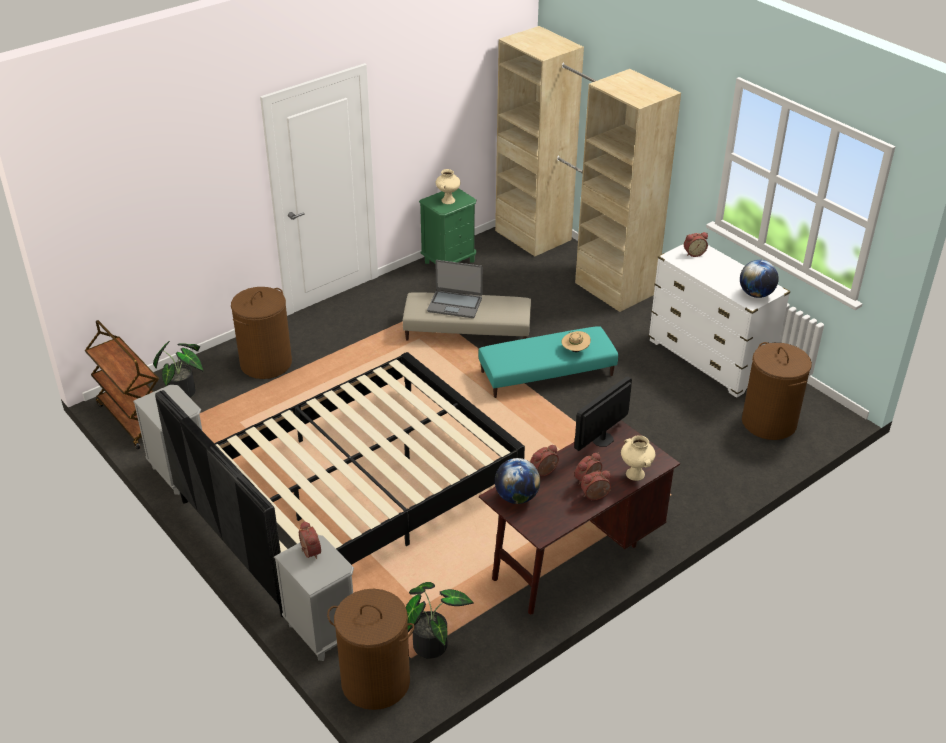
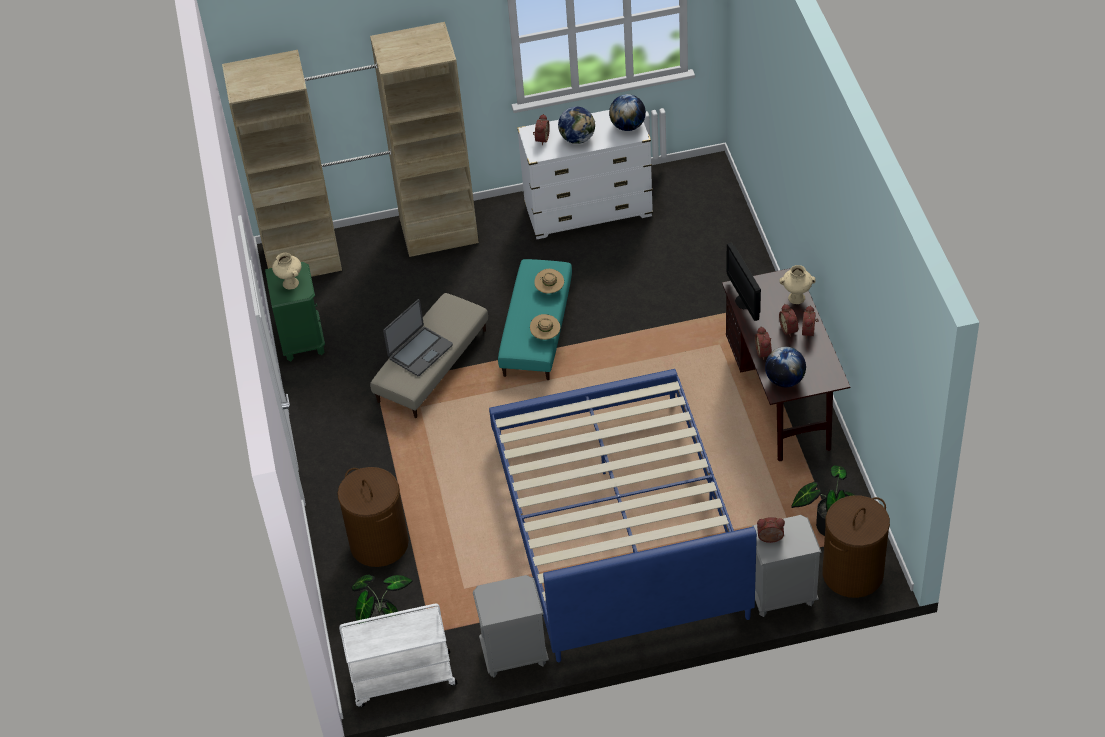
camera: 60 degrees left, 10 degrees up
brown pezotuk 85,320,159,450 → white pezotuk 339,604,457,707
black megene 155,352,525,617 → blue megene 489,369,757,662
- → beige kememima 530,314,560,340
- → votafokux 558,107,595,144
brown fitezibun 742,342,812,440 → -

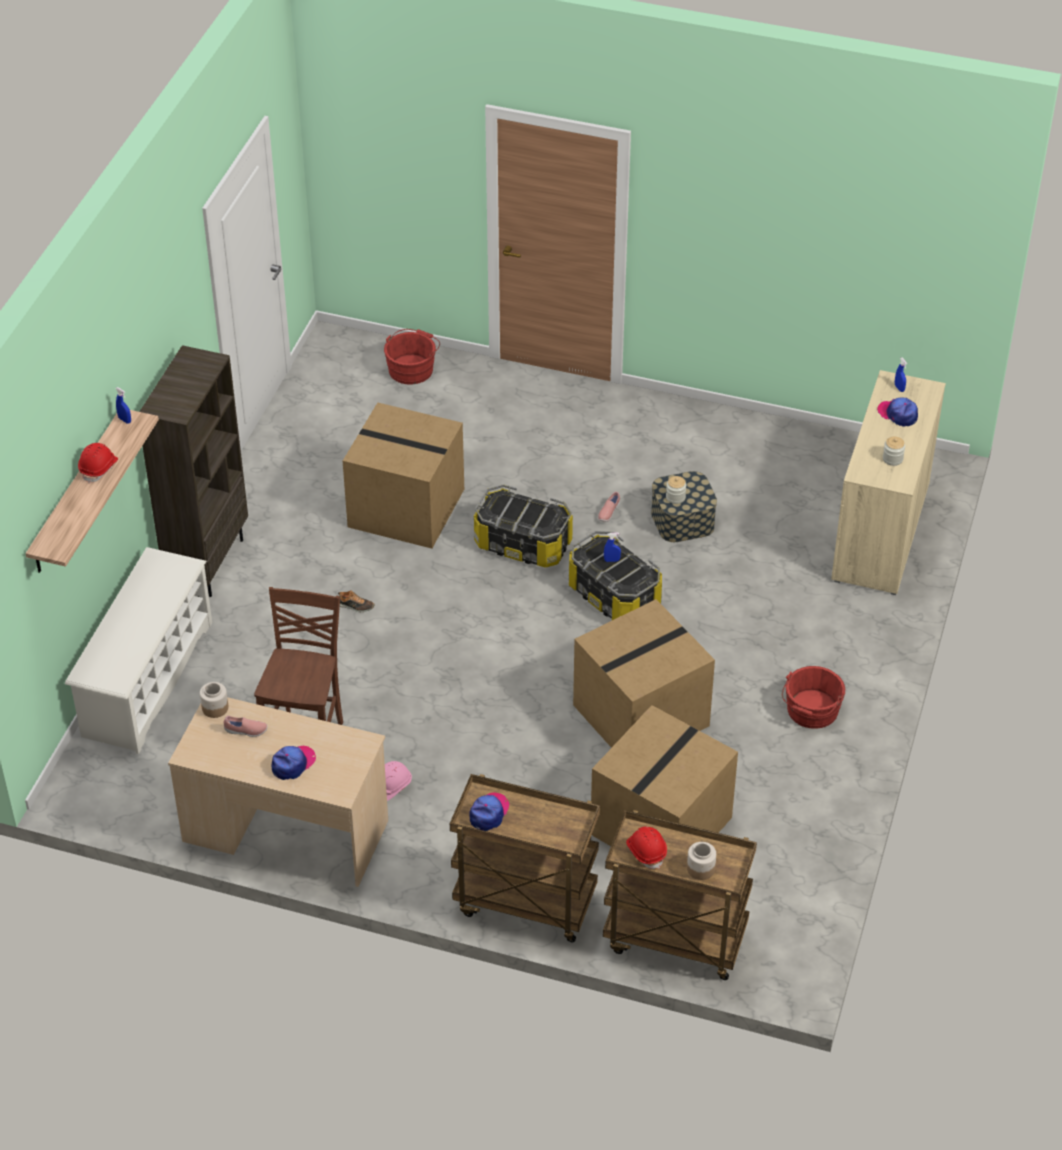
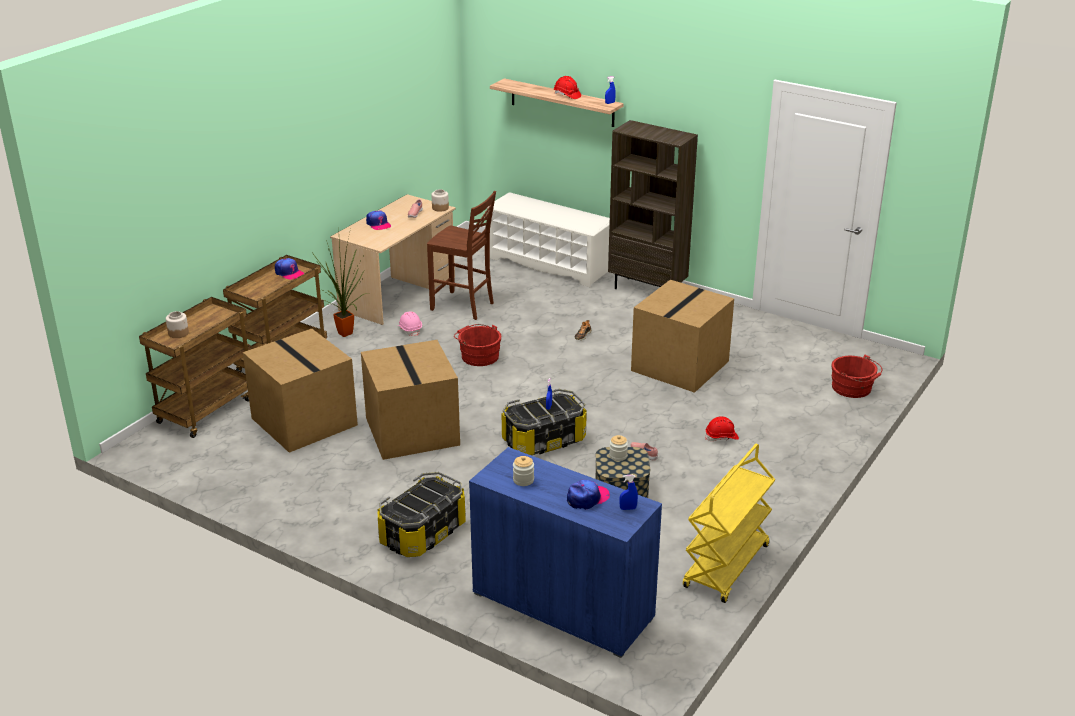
camera: 105 degrees right, 15 degrees down
- → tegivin 313,237,368,337
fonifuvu 474,484,573,568 → fonifuvu 378,472,466,557, relocated
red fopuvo 782,666,845,729 → red fopuvo 454,324,501,366, relocated
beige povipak 831,370,946,595 → blue povipak 469,447,662,658
- → yellow pezotuk 683,444,775,603
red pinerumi 626,826,667,869 → red pinerumi 705,416,739,441, relocated

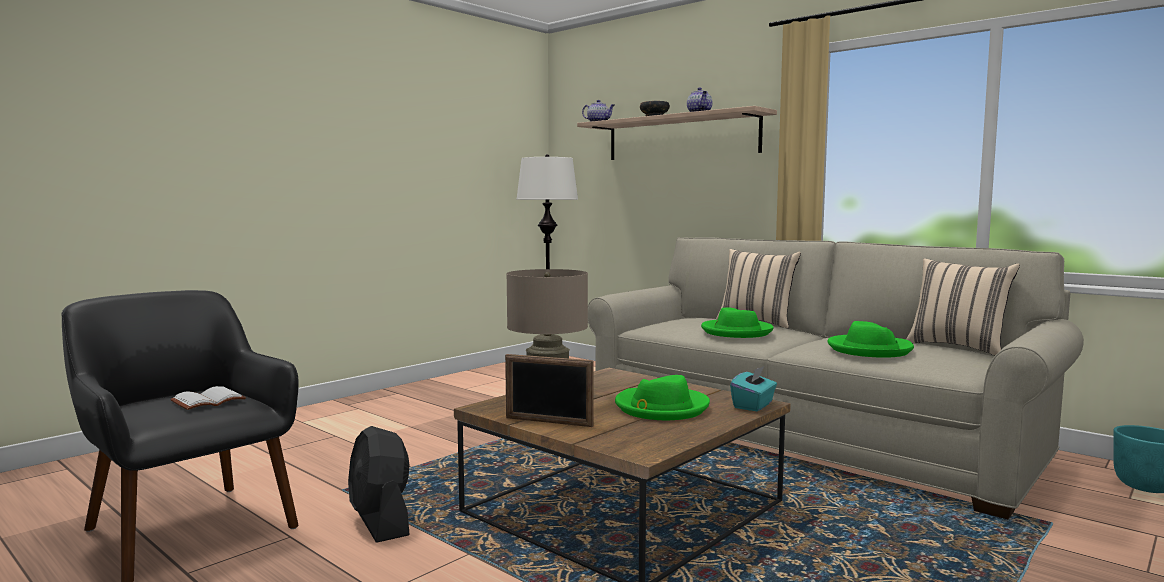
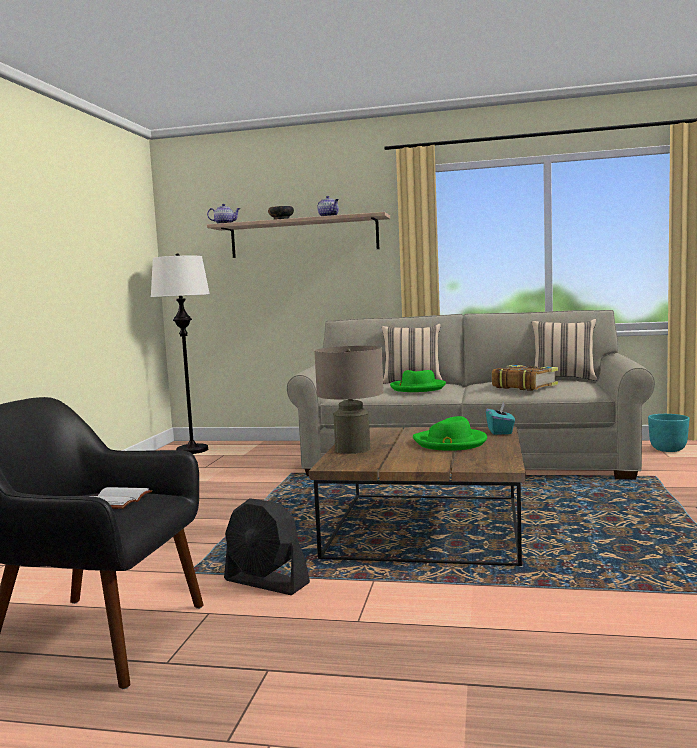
camera: 30 degrees left, 0 degrees up
green kememima 828,321,914,358 → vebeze 492,365,558,391
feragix 505,354,594,427 → -

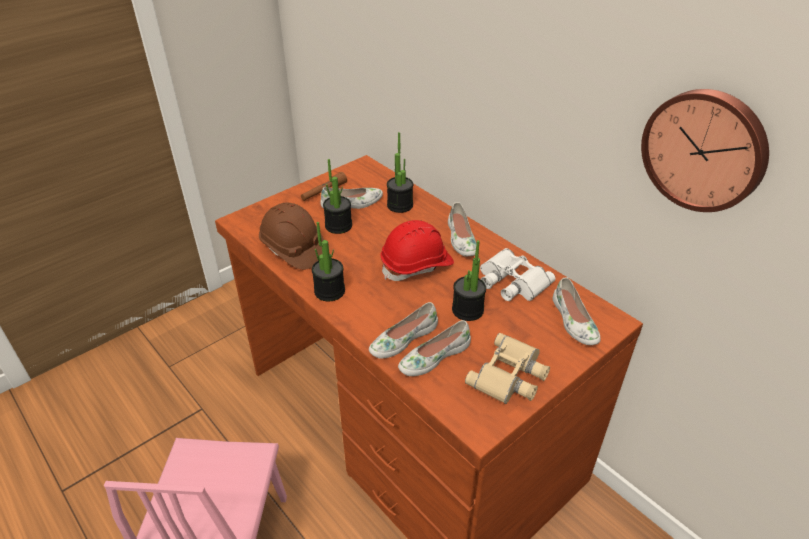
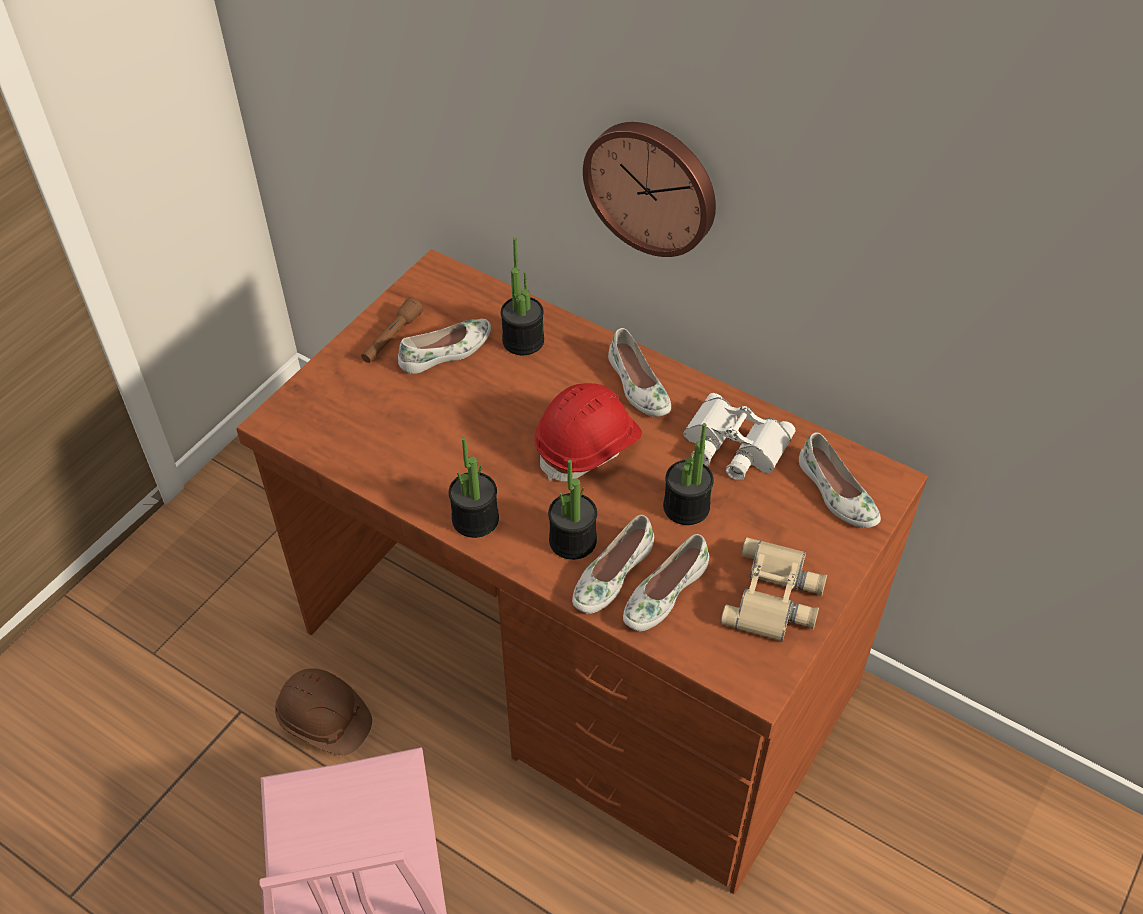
camera: 15 degrees left, 10 degrees up
brown pinerumi 259,203,324,270 → brown pinerumi 275,668,372,755, relocated
tegivin 323,159,352,234 → tegivin 548,460,597,560, relocated
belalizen 641,89,769,212 → belalizen 583,122,716,257, relocated

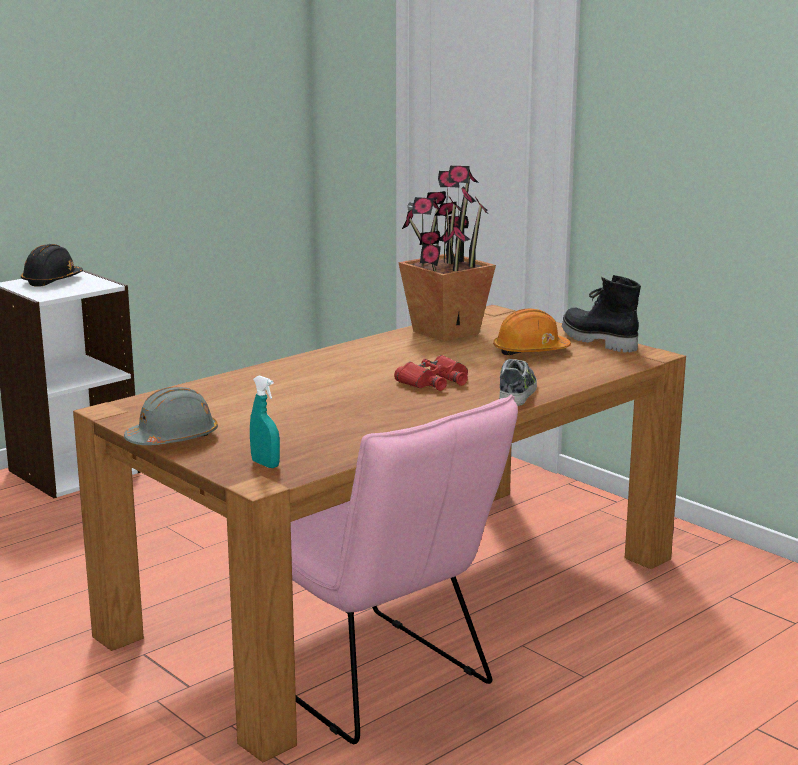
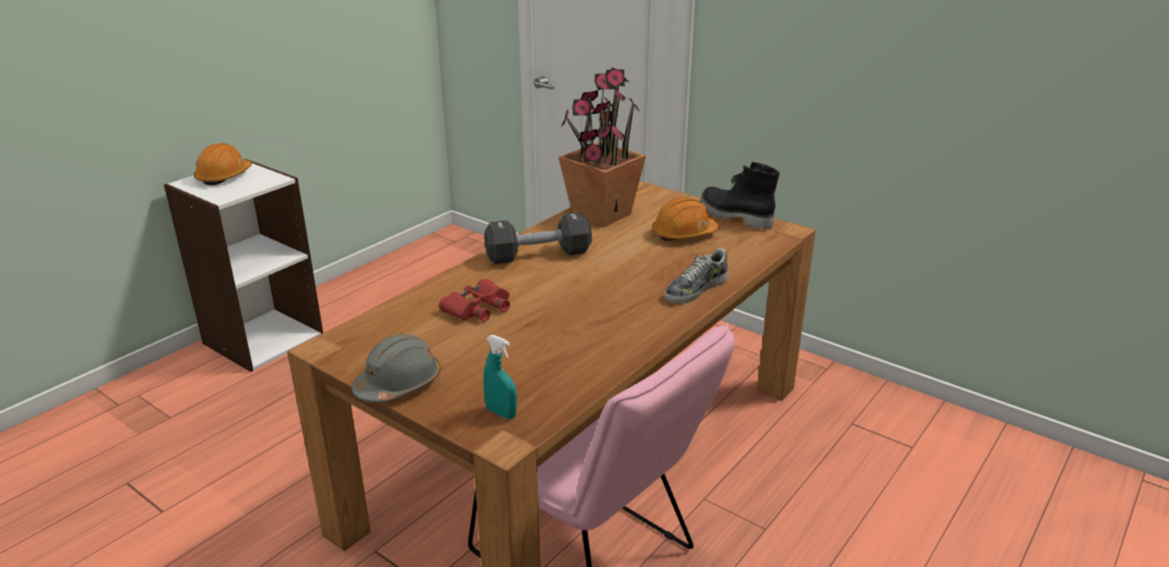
camera: 10 degrees left, 10 degrees up
black pinerumi 21,244,83,287 → orange pinerumi 194,143,252,185
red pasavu 394,355,468,391 → red pasavu 439,279,510,322, relocated
- → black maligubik 484,212,592,264
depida 499,359,537,406 → depida 665,248,728,304, 135 degrees counterclockwise

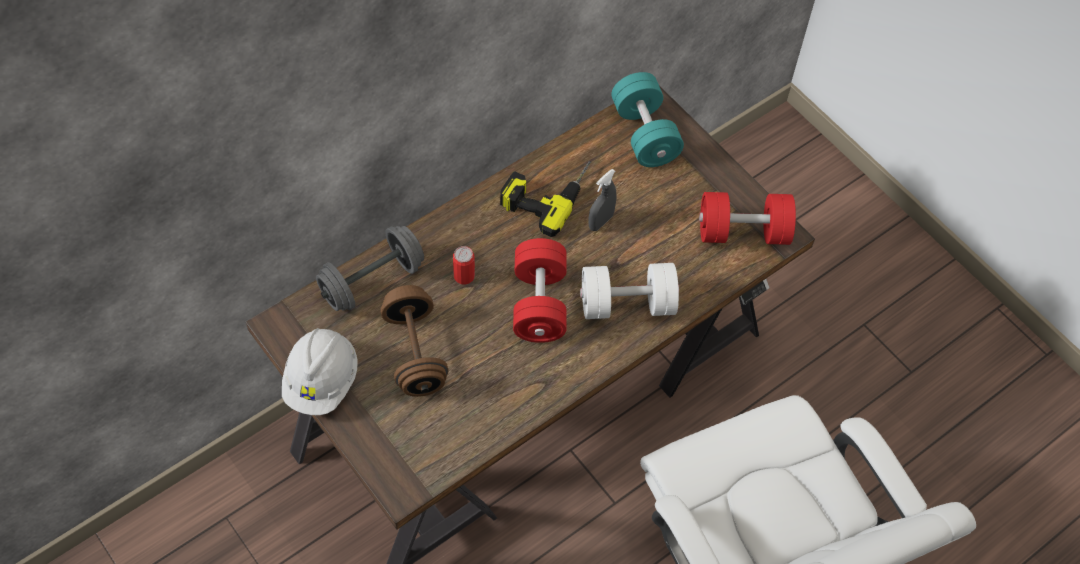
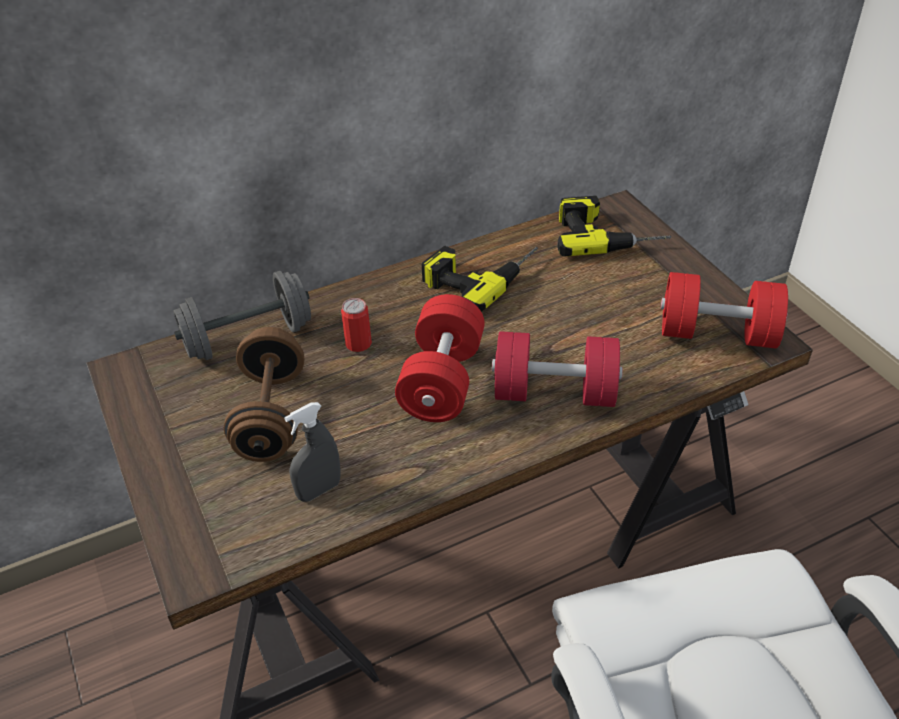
camera: 15 degrees right, 15 degrees down
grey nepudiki 588,169,617,231 → grey nepudiki 284,402,341,502, relocated
white maligubik 580,263,679,319 → red maligubik 492,331,623,407
turquoise maligubik 611,72,684,167 → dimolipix 557,195,671,256
white pinerumi 282,328,357,415 → -

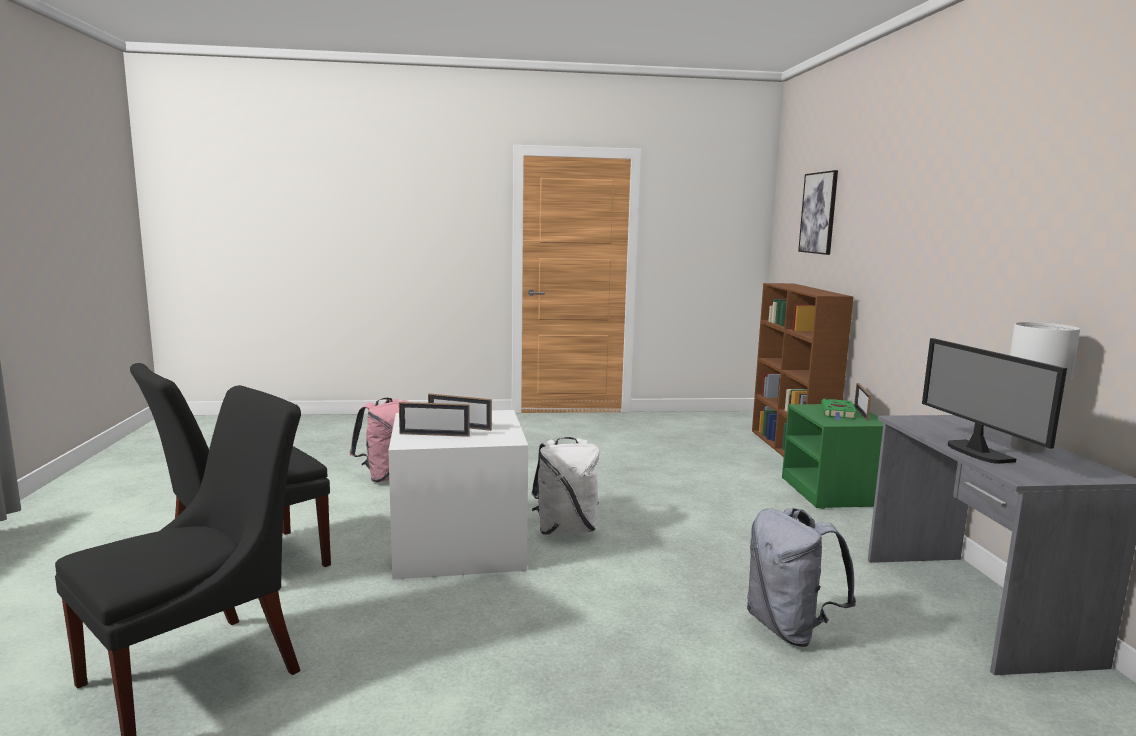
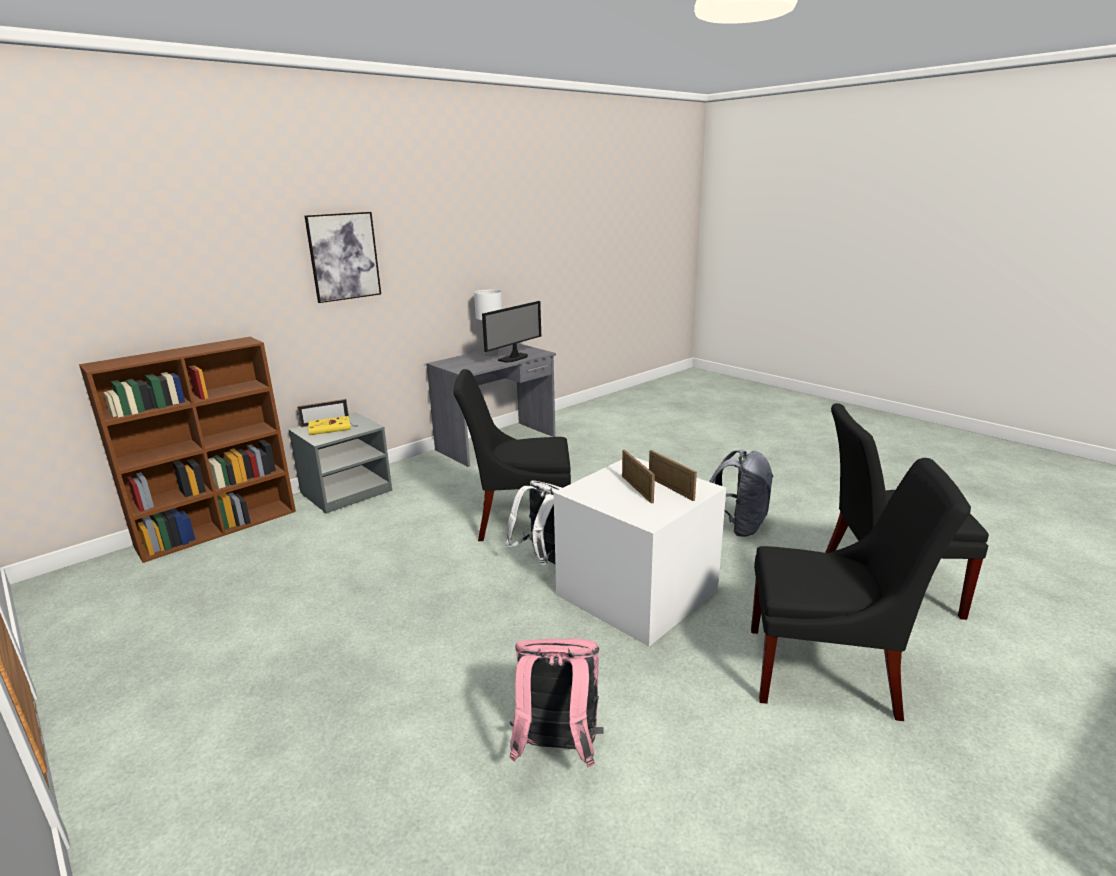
camera: 125 degrees left, 10 degrees up
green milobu 782,404,883,509 → grey milobu 288,412,392,514
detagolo 798,170,838,255 → detagolo 304,212,381,303, relocated
green vebeze 821,399,856,420 → yellow vebeze 308,416,358,435
- → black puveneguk 453,369,571,541
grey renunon 747,508,856,647 → grey renunon 709,450,774,537, relocated

